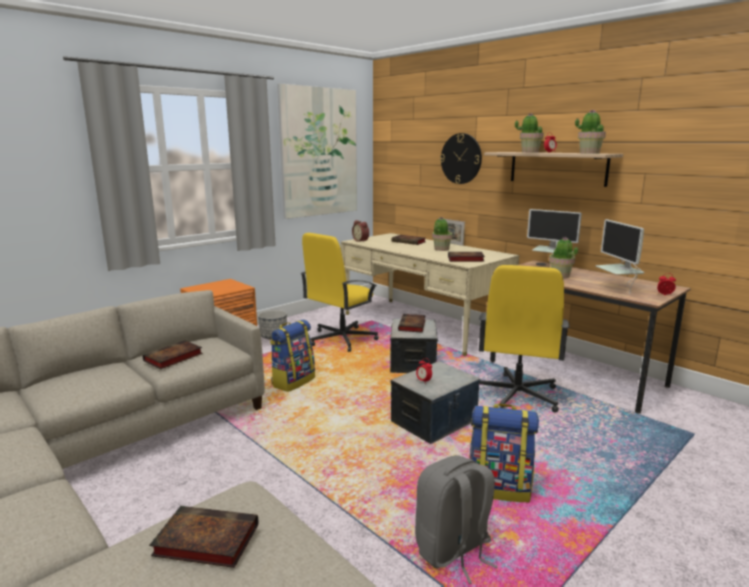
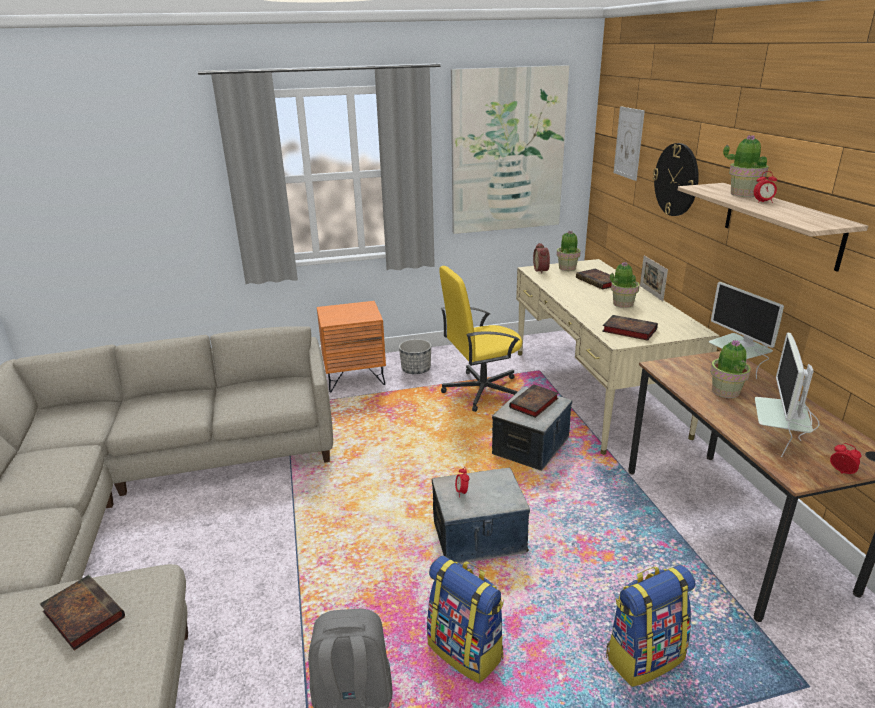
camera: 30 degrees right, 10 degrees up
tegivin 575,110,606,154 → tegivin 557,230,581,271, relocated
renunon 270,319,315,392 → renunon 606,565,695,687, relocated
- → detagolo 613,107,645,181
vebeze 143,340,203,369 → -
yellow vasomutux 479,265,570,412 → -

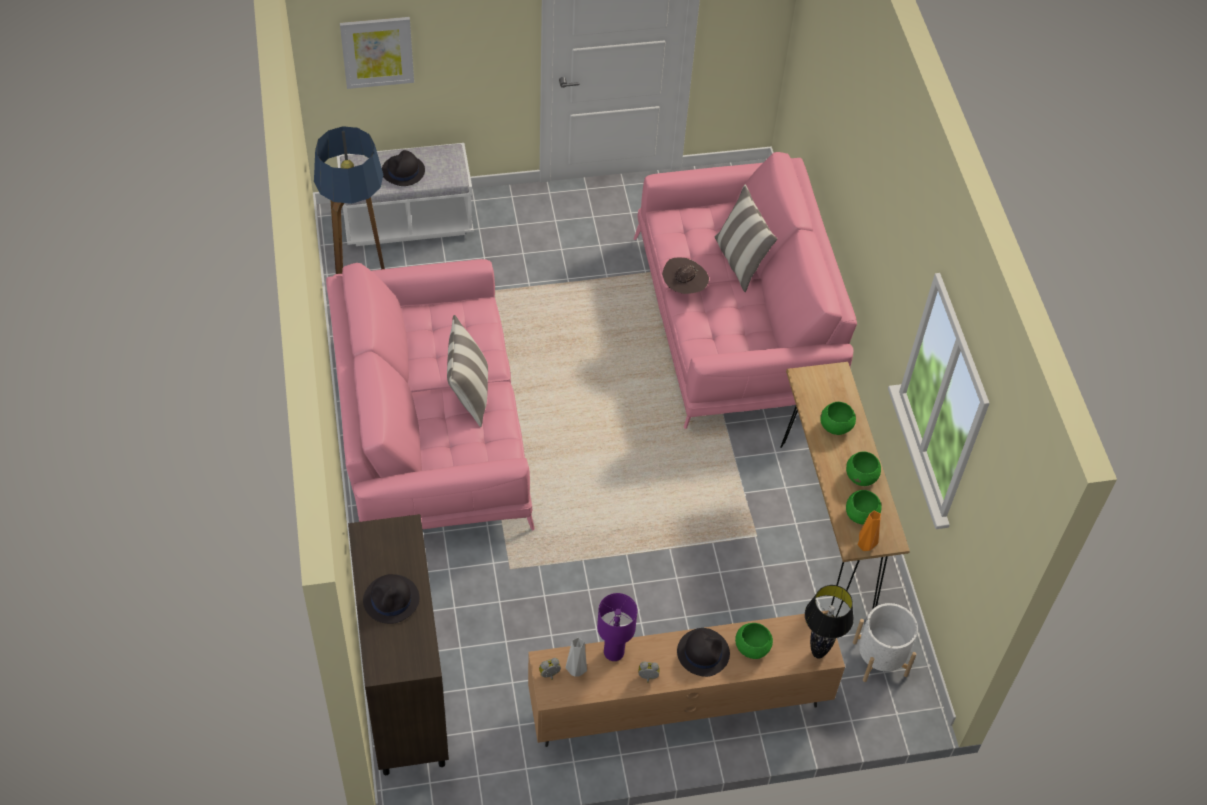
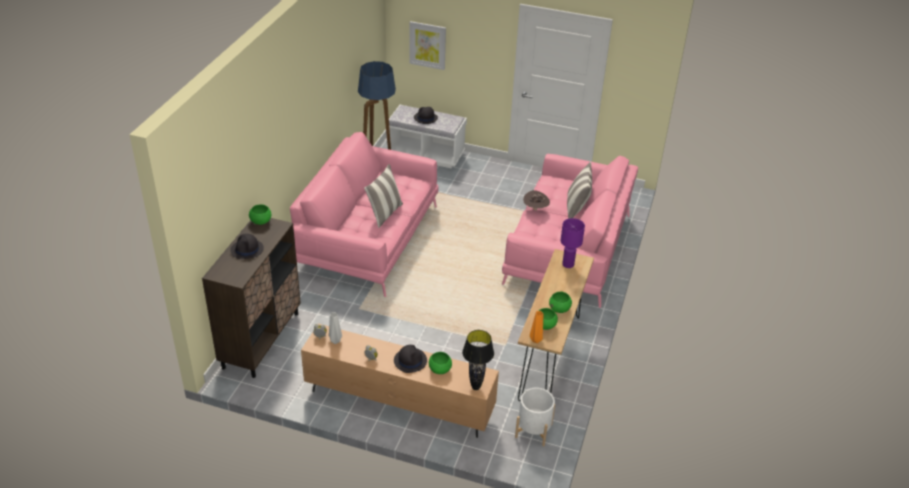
camera: 30 degrees right, 15 degrees down
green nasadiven 820,402,856,435 → green nasadiven 249,204,271,225, relocated
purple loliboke 597,593,637,661 → purple loliboke 560,218,585,268, relocated

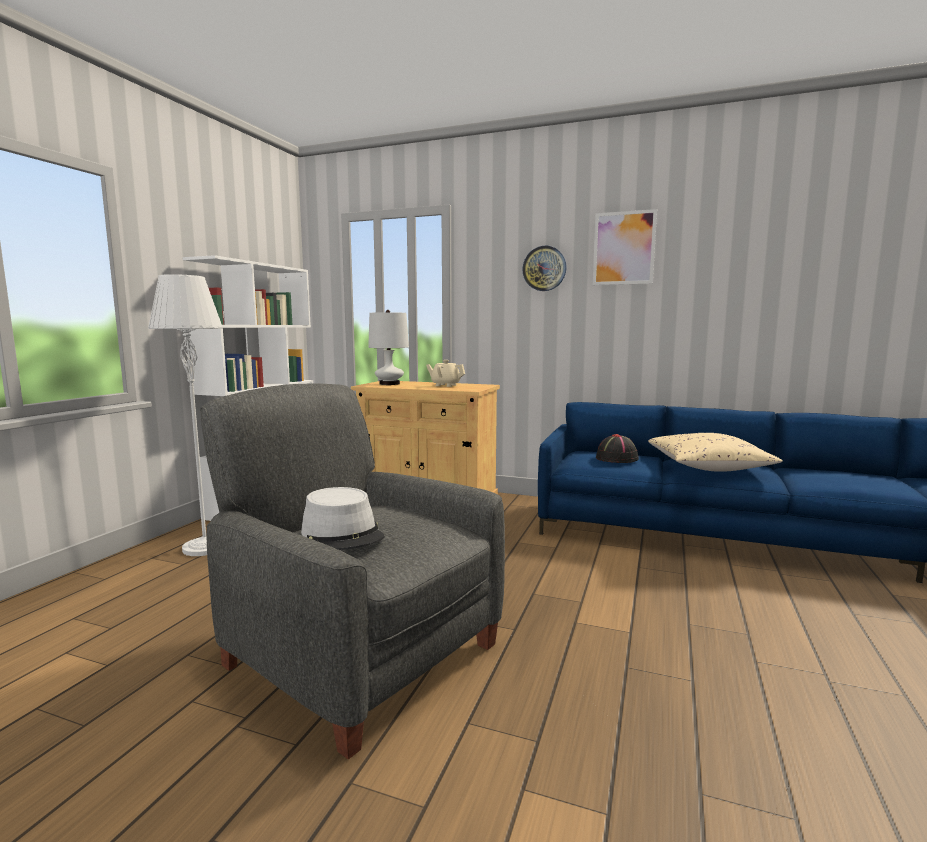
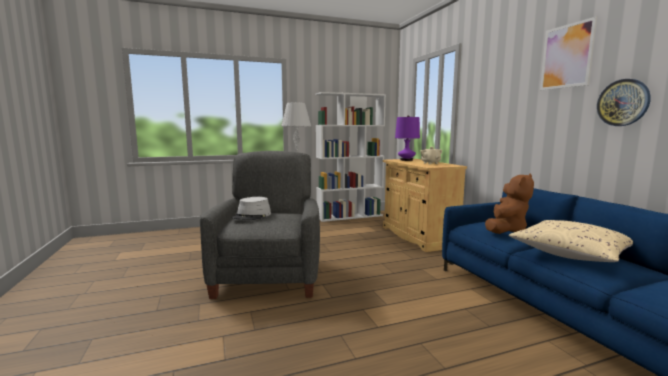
camera: 50 degrees right, 0 degrees up
white loliboke 368,310,409,385 → purple loliboke 395,115,420,161
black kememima 596,434,639,463 → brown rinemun 485,174,534,234
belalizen 522,246,567,291 → belalizen 597,79,651,126, relocated

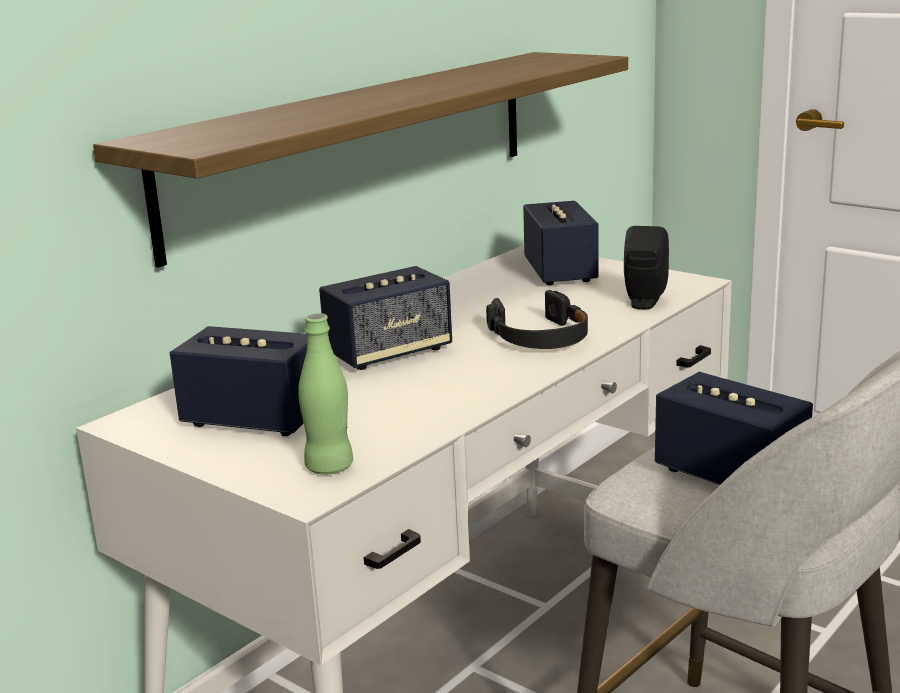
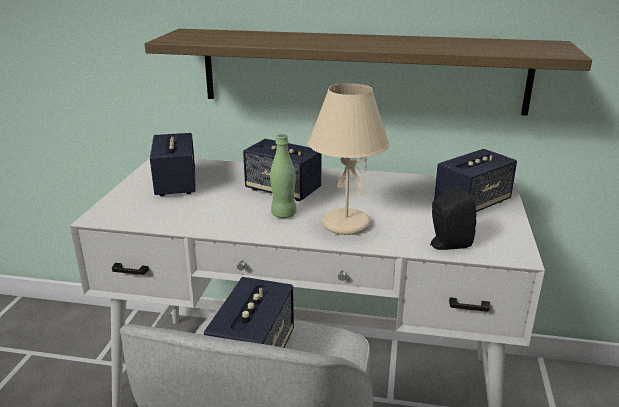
camera: 60 degrees right, 5 degrees up
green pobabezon 298,313,353,474 → green pobabezon 270,134,296,218, relocated
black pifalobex 486,290,588,349 → beige loliboke 308,83,390,235

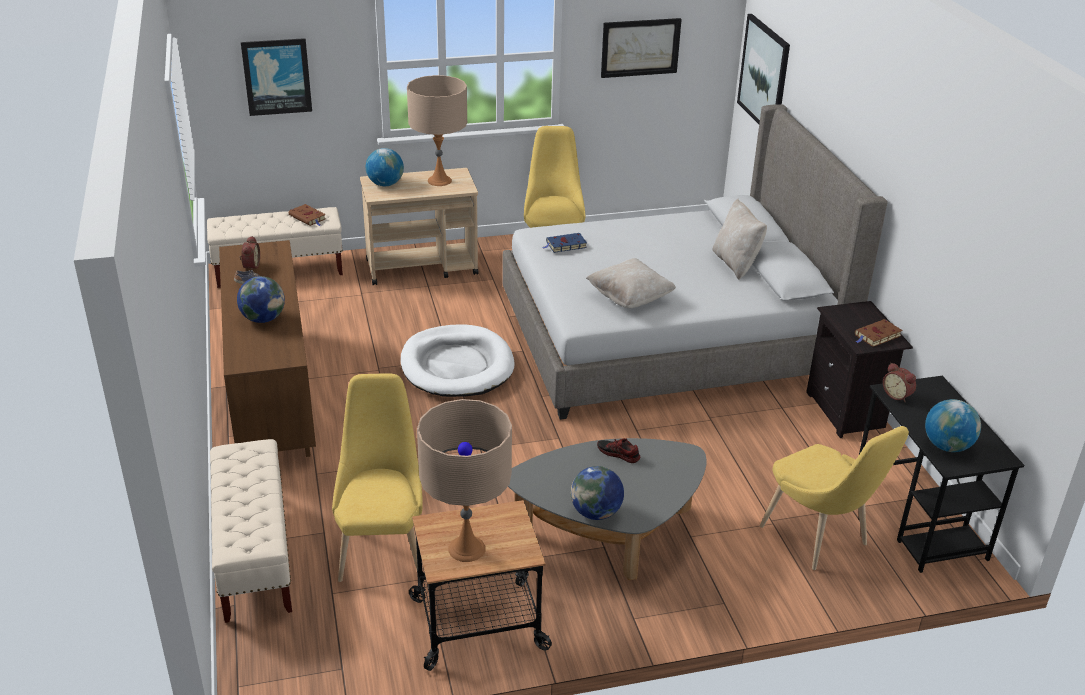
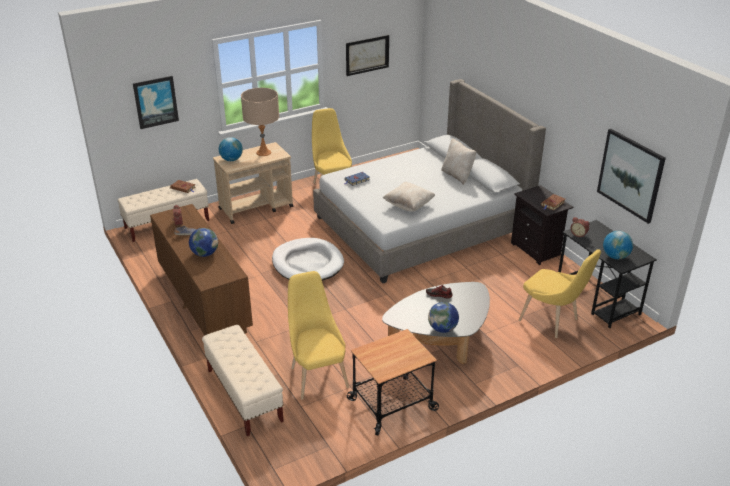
camera: 15 degrees left, 0 degrees up
detagolo 737,14,790,124 → detagolo 597,129,666,224, relocated
beige loliboke 417,399,512,562 → -

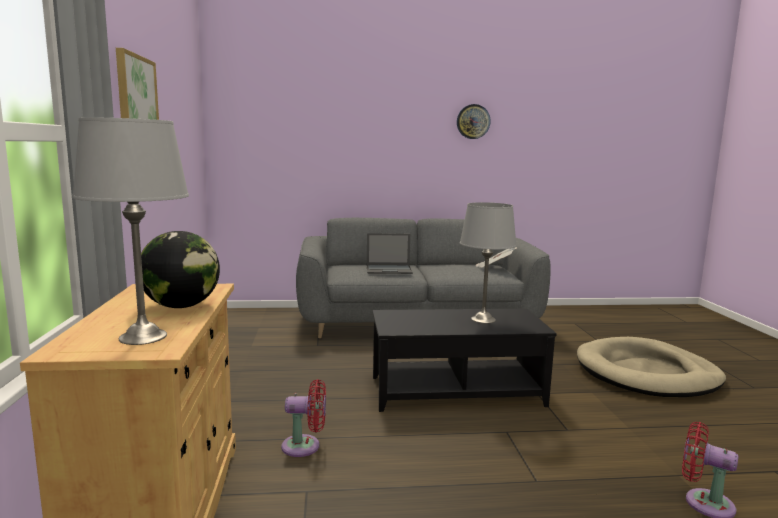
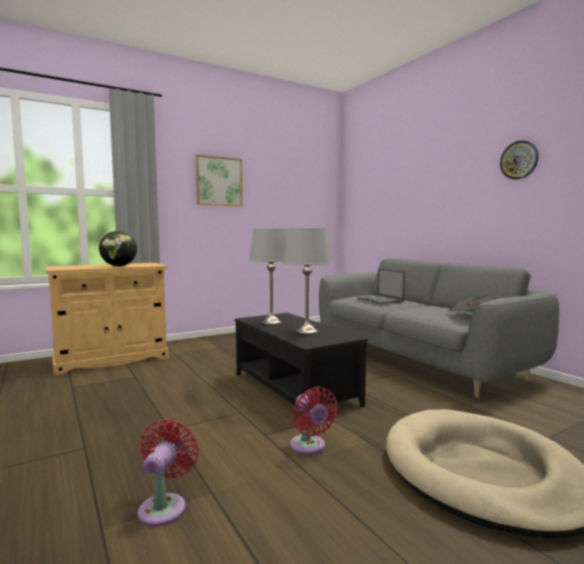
camera: 65 degrees right, 5 degrees down
grey loliboke 72,117,189,345 → grey loliboke 249,228,288,324, relocated
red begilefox 281,379,326,457 → red begilefox 290,387,338,455, relocated

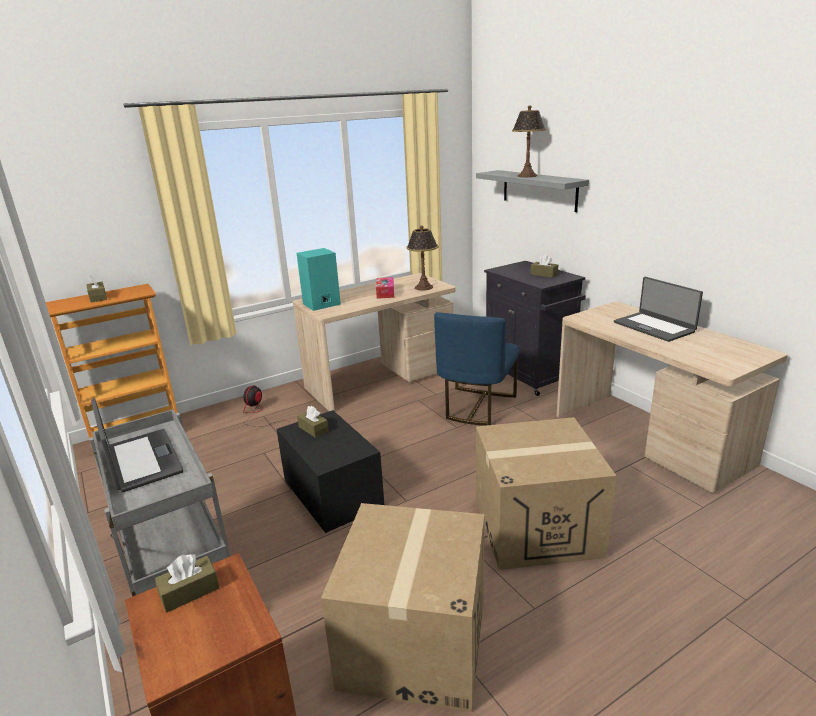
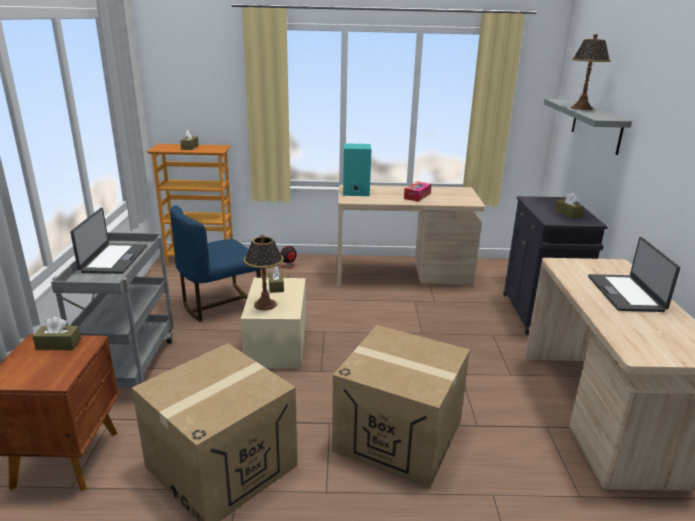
camera: 30 degrees right, 0 degrees up
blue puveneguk 434,312,520,426 → blue puveneguk 170,205,262,321, relocated
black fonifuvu 276,410,384,533 → beige fonifuvu 241,278,306,369
loliboke 406,226,439,290 → loliboke 244,235,284,311, relocated

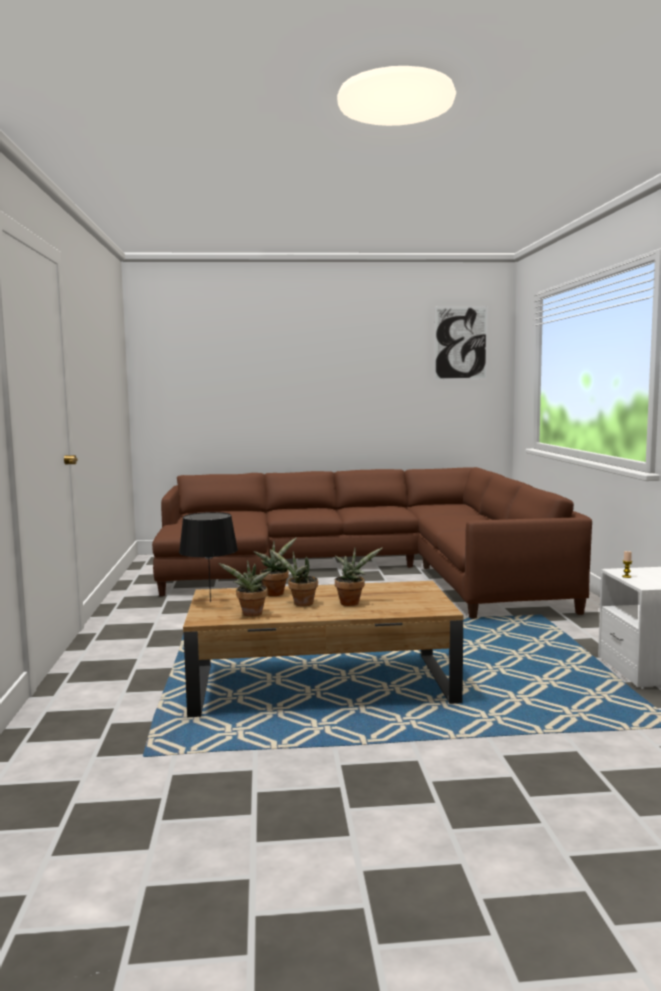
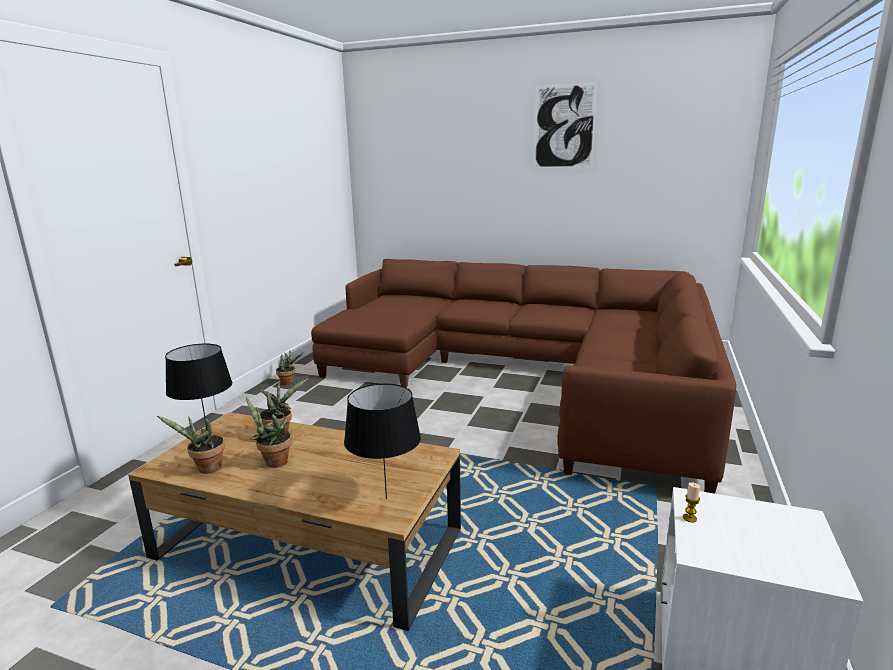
camera: 25 degrees right, 10 degrees up
tegivin 335,548,382,606 → tegivin 276,351,303,385, relocated
- → black loliboke 344,384,421,499
detagolo 434,306,488,380 → detagolo 534,82,597,168, relocated

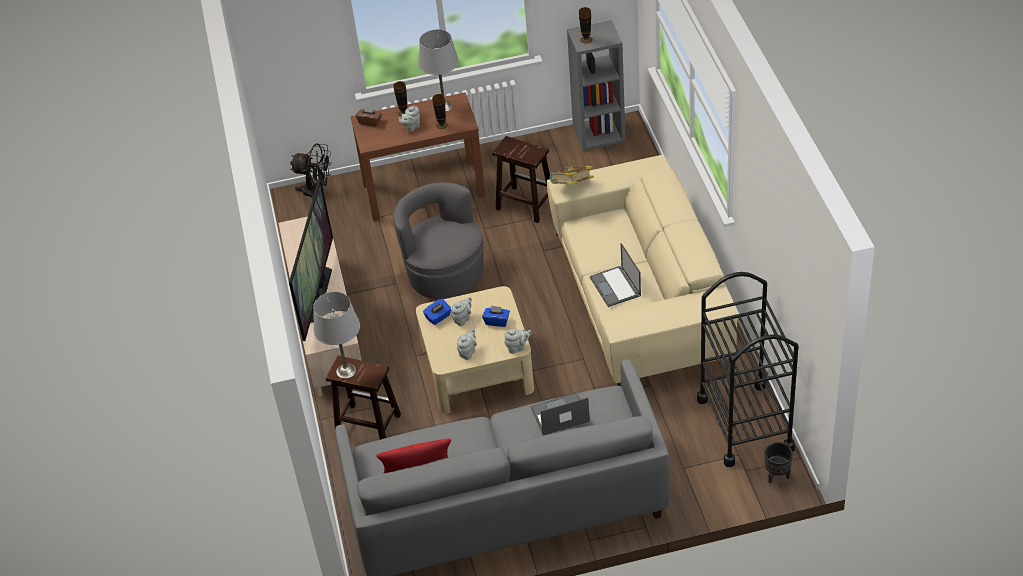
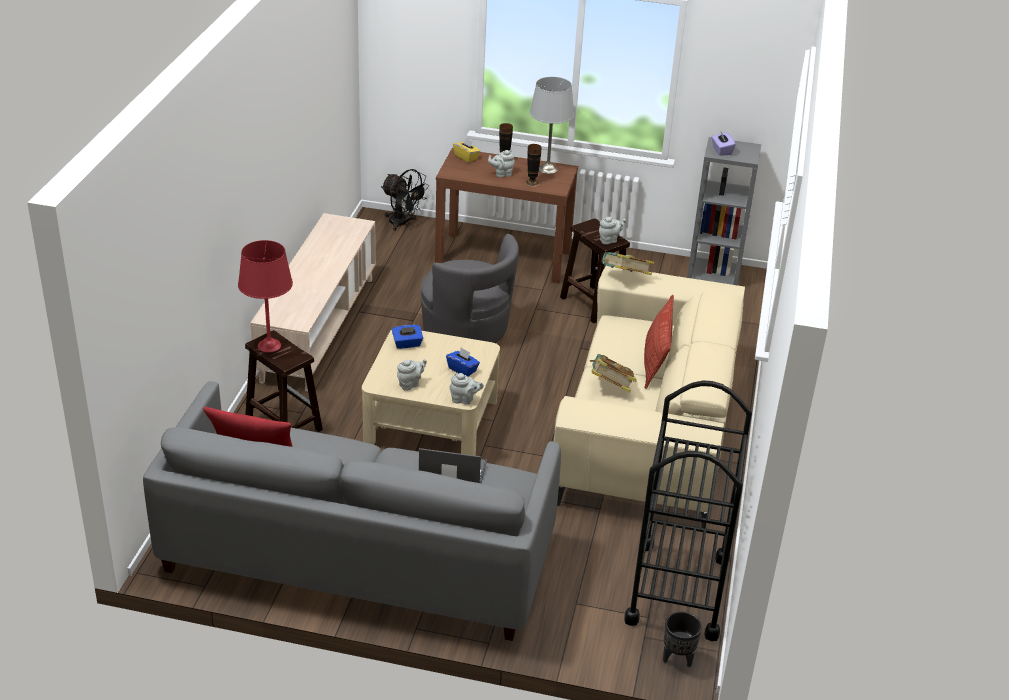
camera: 20 degrees right, 10 degrees down
grey loliboke 313,292,360,379 → red loliboke 238,240,293,353
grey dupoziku 393,183,484,299 → grey dupoziku 420,234,519,343, 150 degrees clockwise
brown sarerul 356,106,382,127 → yellow sarerul 453,138,481,163
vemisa 590,243,641,307 → vebeze 590,354,637,393
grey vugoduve 451,297,472,326 → grey vugoduve 599,217,626,245, relocated
- → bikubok 644,295,674,389
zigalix 579,7,593,44 → purple sarerul 712,132,735,156
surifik 289,179,333,341 → -

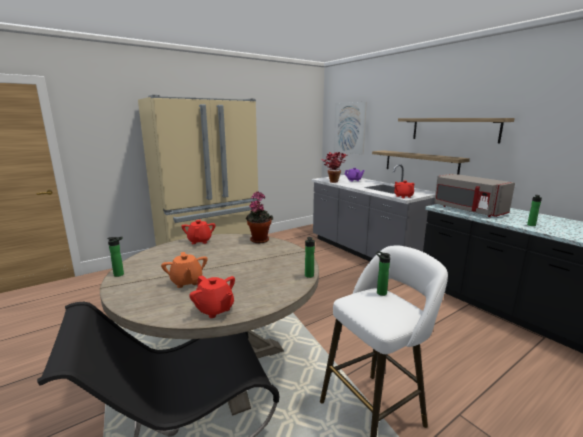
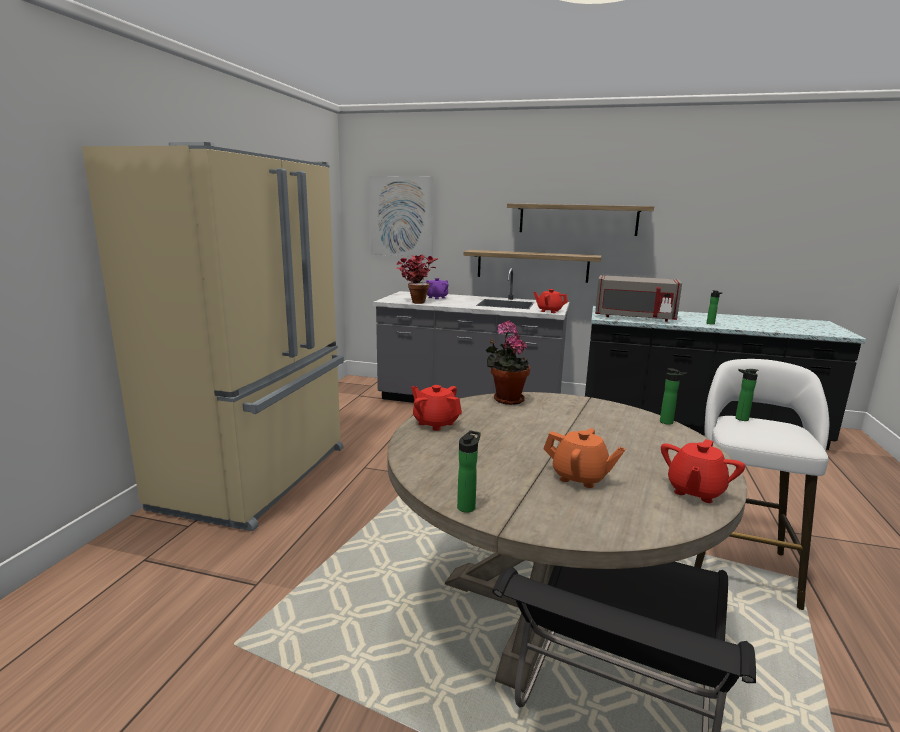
camera: 40 degrees left, 0 degrees up
red vugoduve 189,275,235,318 → red vugoduve 661,439,745,503, 120 degrees clockwise

